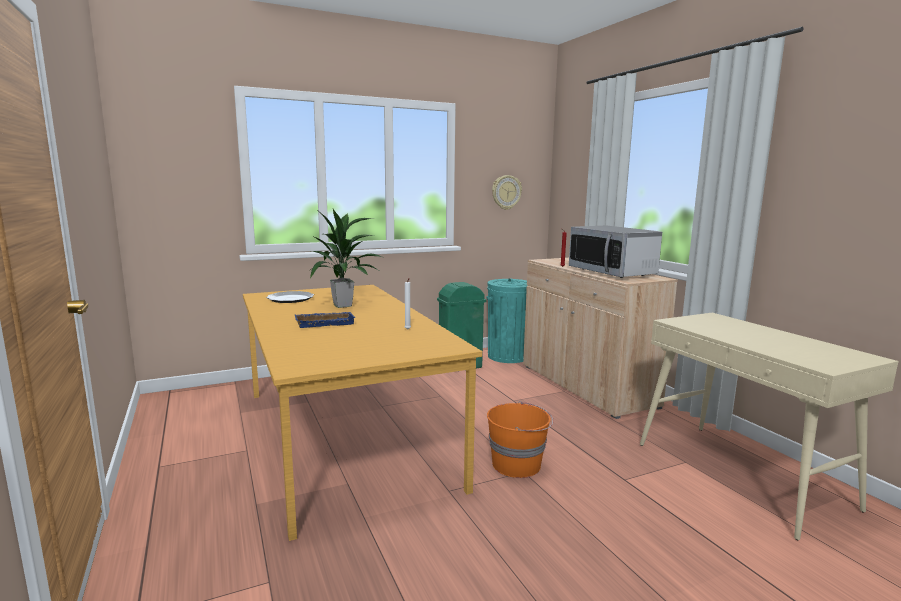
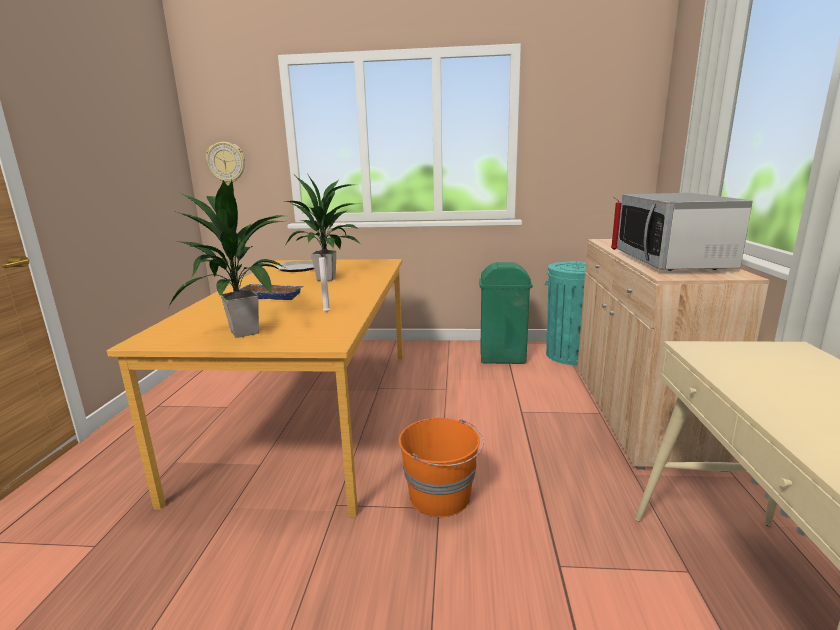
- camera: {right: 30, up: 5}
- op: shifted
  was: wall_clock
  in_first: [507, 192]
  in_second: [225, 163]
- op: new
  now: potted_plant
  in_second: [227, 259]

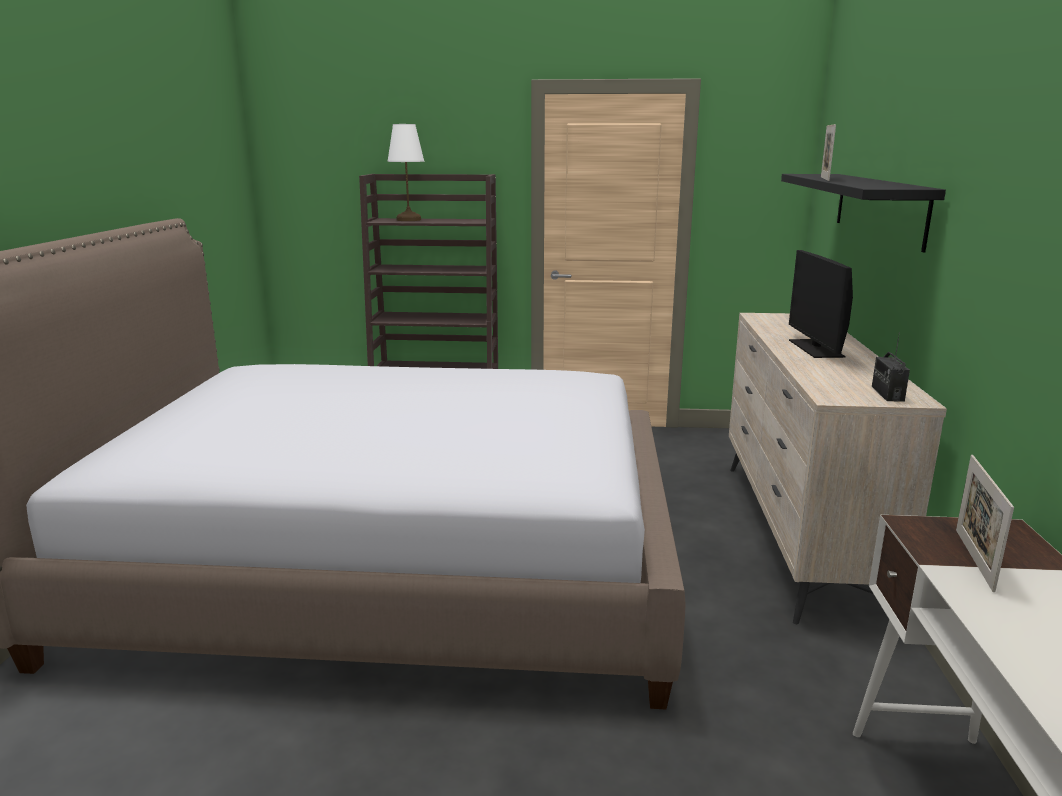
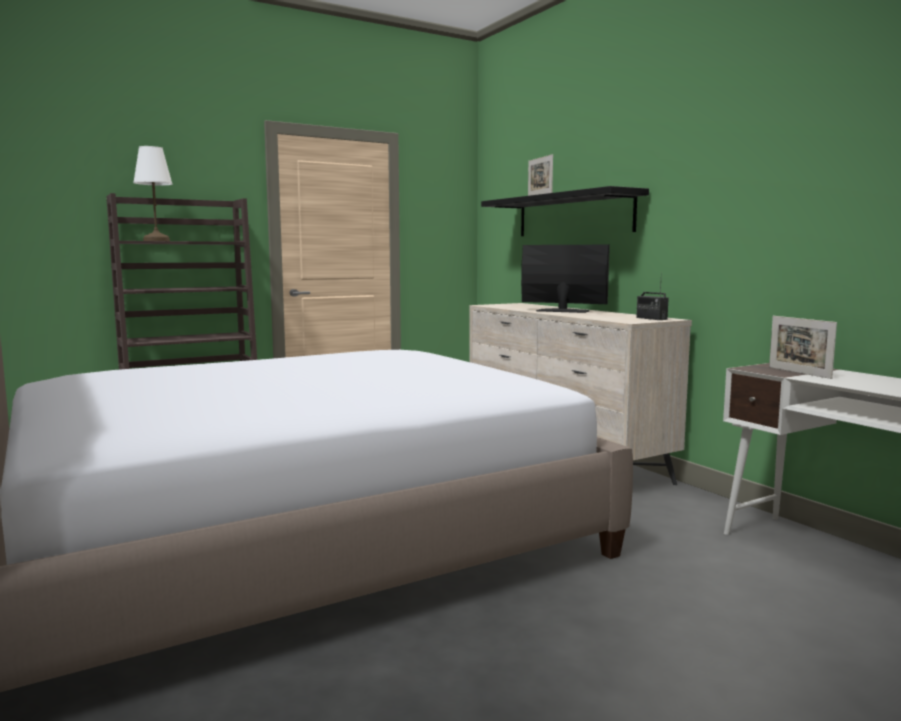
- camera: {right: -35, up: -10}
- op: rotated
  was: monitor
  in_first: [821, 304]
  in_second: [565, 279]
  clockwise: 150

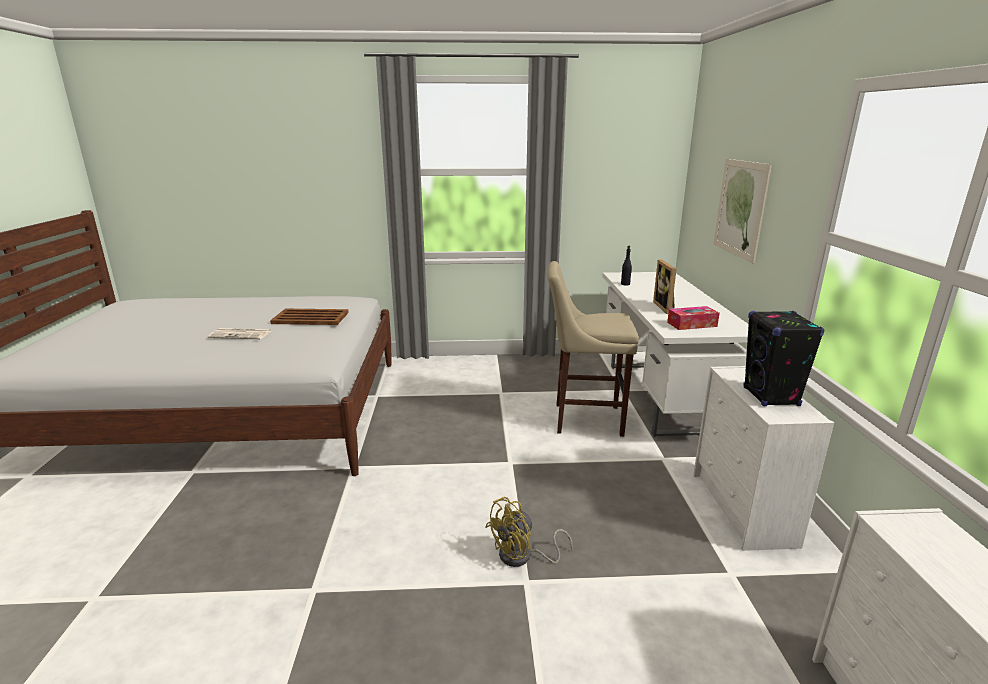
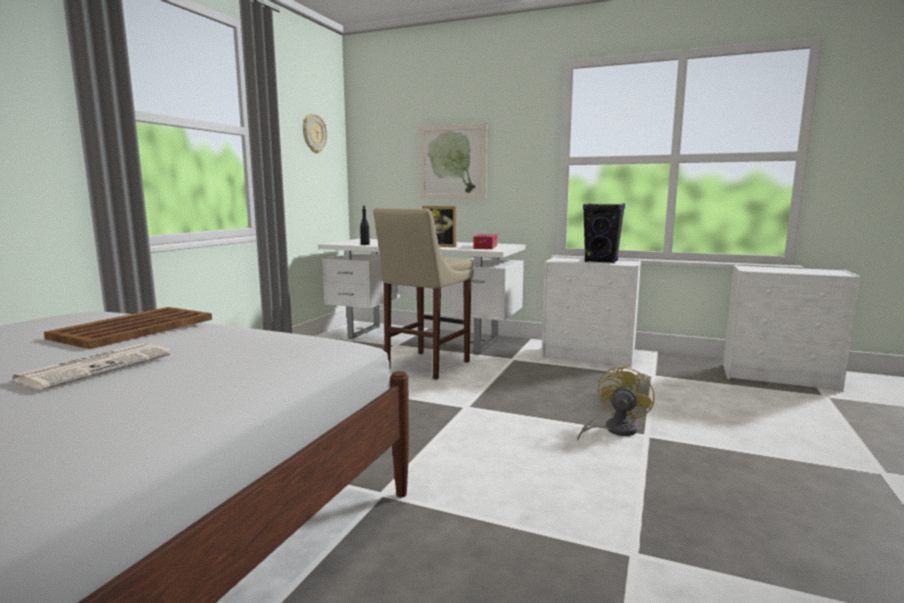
- camera: {right: -65, up: -10}
- op: rotated
  was: yellow_fan
  in_first: [529, 532]
  in_second: [616, 402]
  clockwise: -135
- op: new
  now: wall_clock
  in_second: [315, 133]

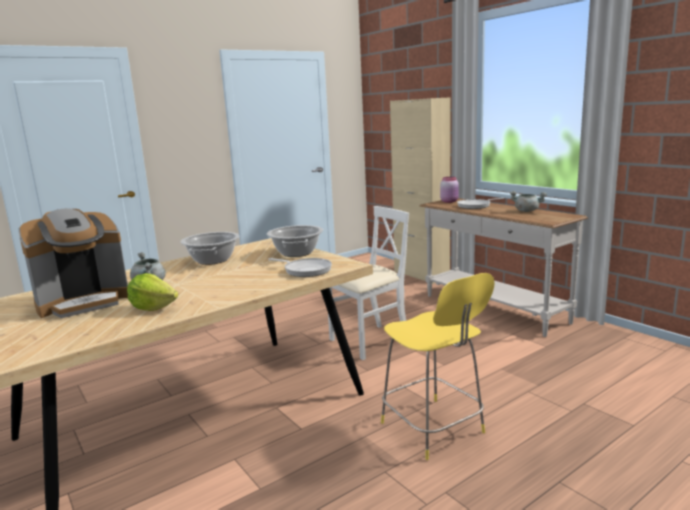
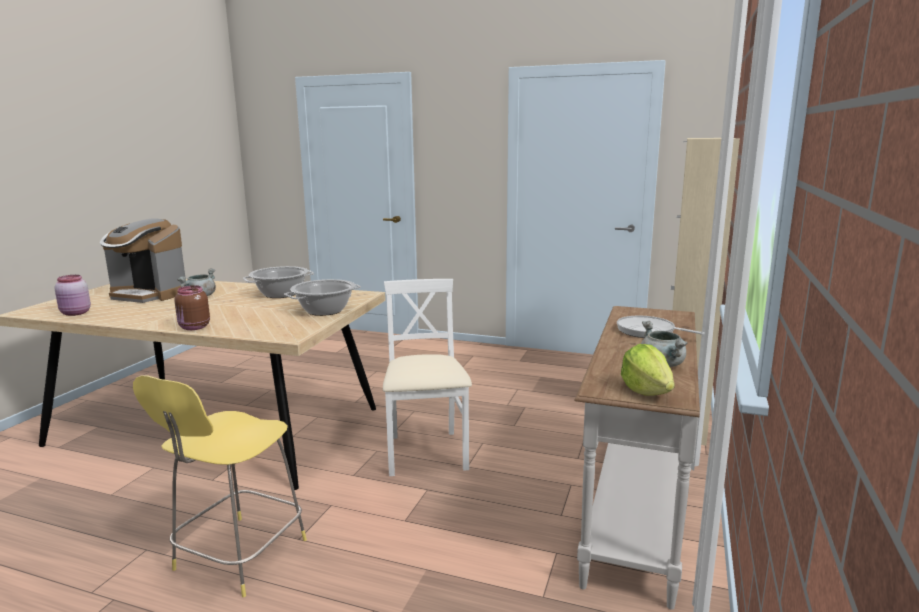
- camera: {right: 55, up: 0}
- op: shifted
  was: pink_jar
  in_first: [449, 190]
  in_second: [72, 295]
- op: rotated
  was: white_chair
  in_first: [368, 283]
  in_second: [427, 377]
  clockwise: -120
- op: gone
  was: frying_pan
  in_first: [300, 267]
- op: shifted
  was: lettuce
  in_first: [152, 292]
  in_second: [648, 370]
- op: new
  now: brown_jar
  in_second: [192, 307]

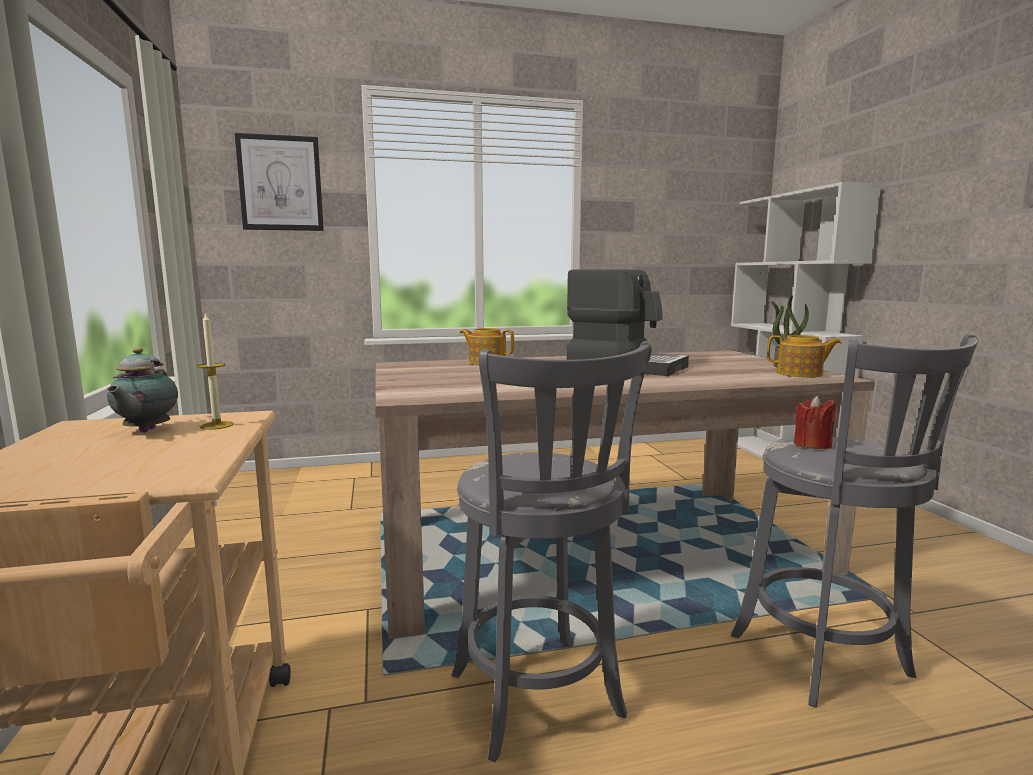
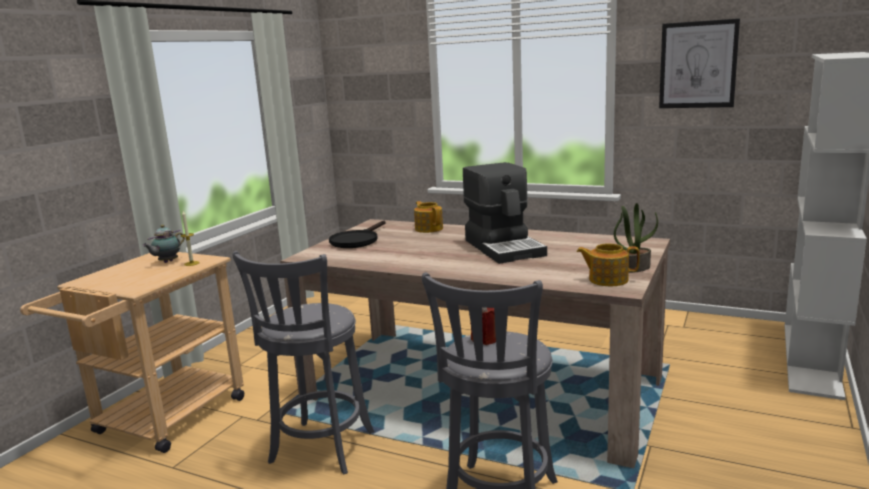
- camera: {right: 40, up: 5}
- op: shifted
  was: picture
  in_first: [279, 182]
  in_second: [699, 63]
- op: rotated
  was: teapot
  in_first: [804, 356]
  in_second: [608, 264]
  clockwise: 135
- op: new
  now: black_frying_pan
  in_second: [357, 234]

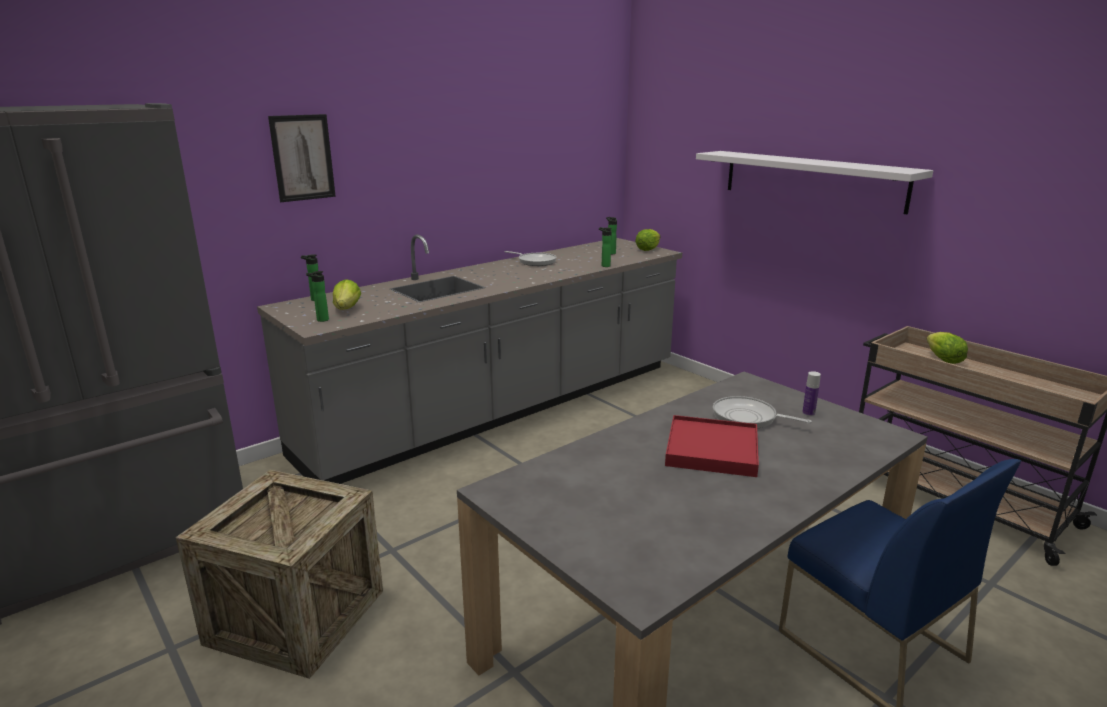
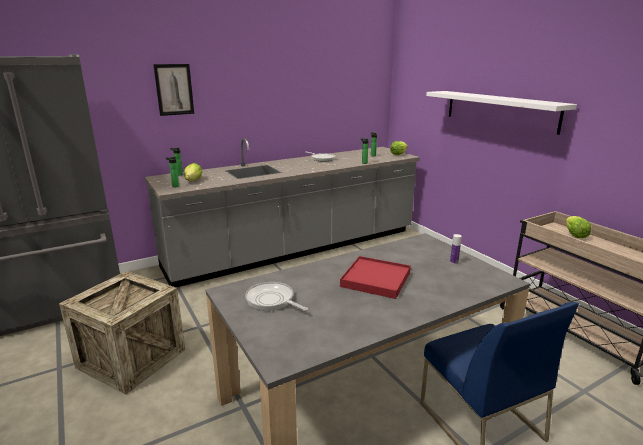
- camera: {right: 10, up: 0}
- op: shifted
  was: frying_pan
  in_first: [762, 412]
  in_second: [276, 296]

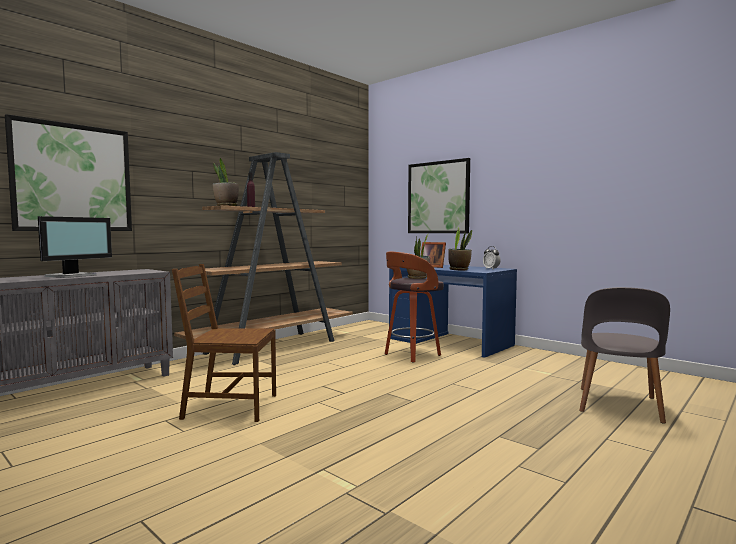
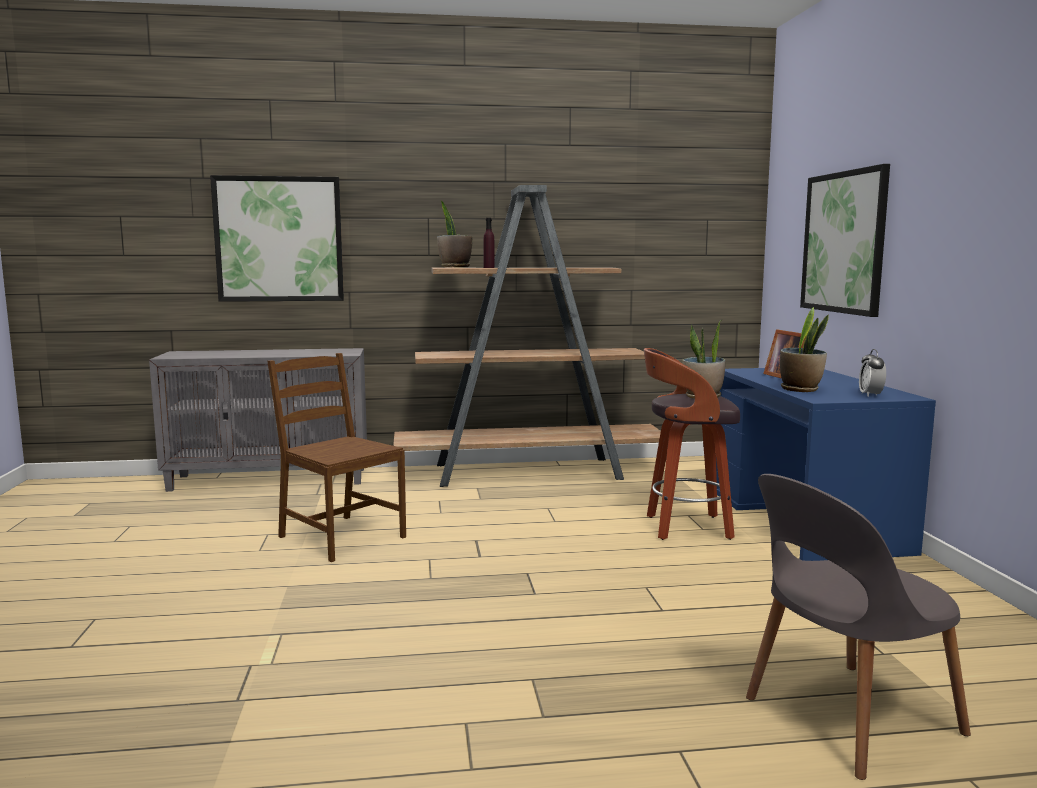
- camera: {right: 40, up: 5}
- op: gone
  was: monitor
  in_first: [75, 247]

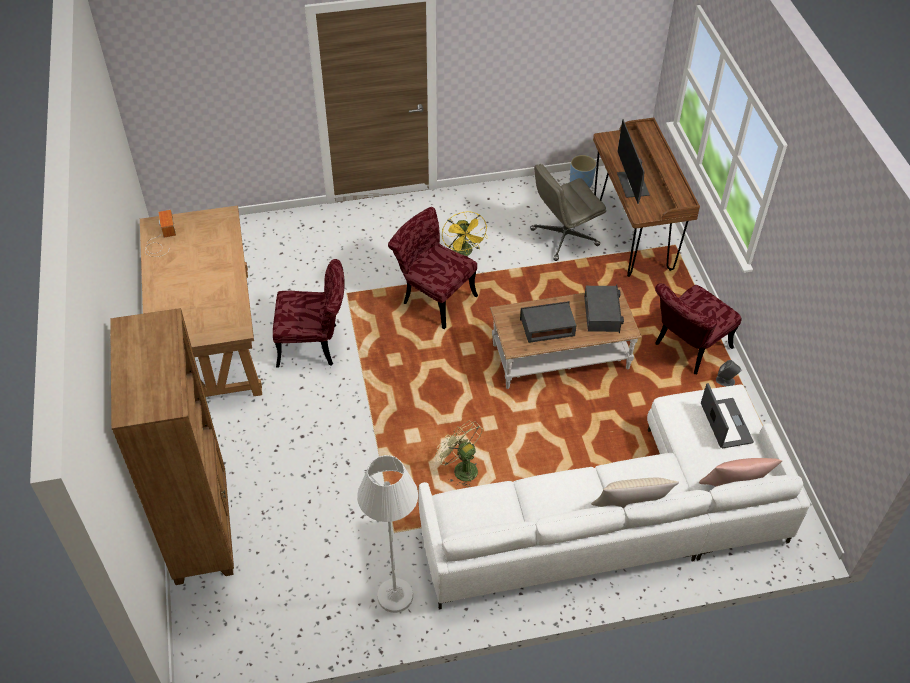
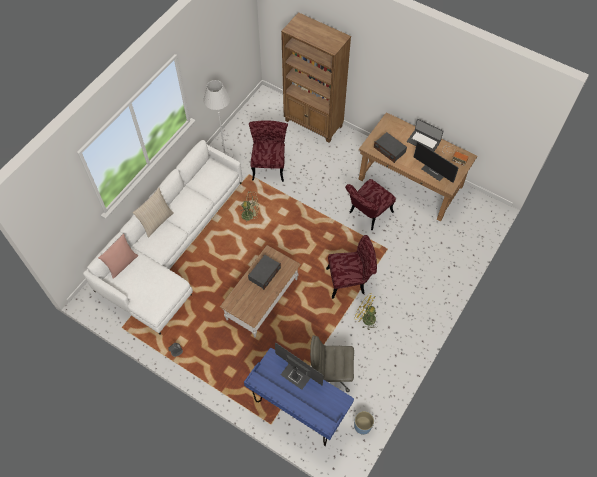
- camera: {right: 135, up: 10}
- op: repainted
  was: brown_desk
  now: blue_desk
  in_first: [646, 197]
  in_second: [299, 397]
- op: rotated
  was: grey_office_chair
  in_first: [568, 212]
  in_second: [332, 363]
  clockwise: -105
- op: shifted
  was: red_chair
  in_first: [698, 328]
  in_second: [268, 151]
- op: shifted
  was: radio
  in_first: [604, 308]
  in_second: [390, 147]
- op: shifted
  was: laptop
  in_first: [727, 416]
  in_second: [425, 135]
- op: new
  now: monitor
  in_second: [436, 162]

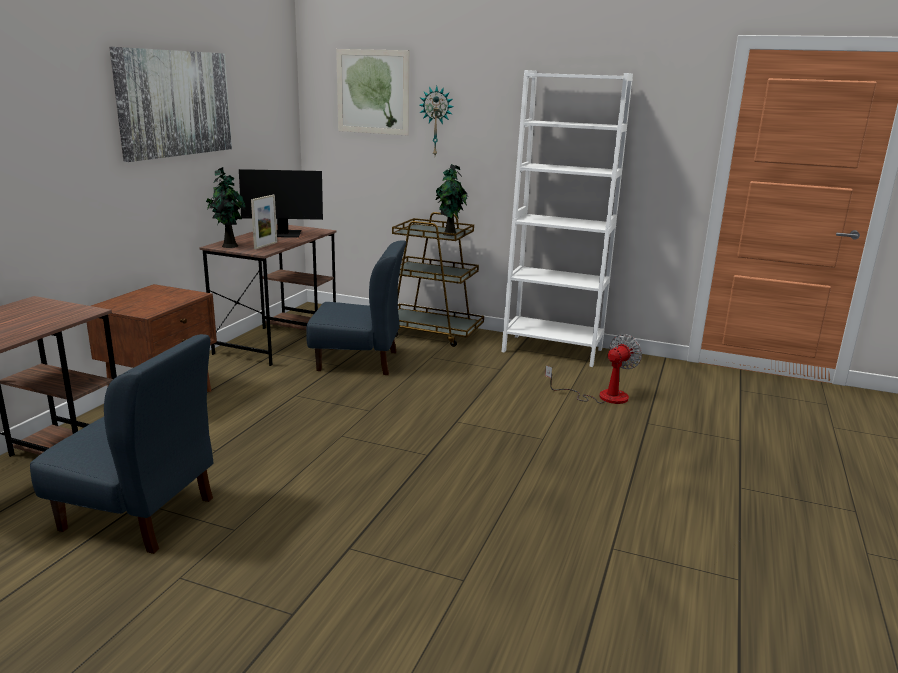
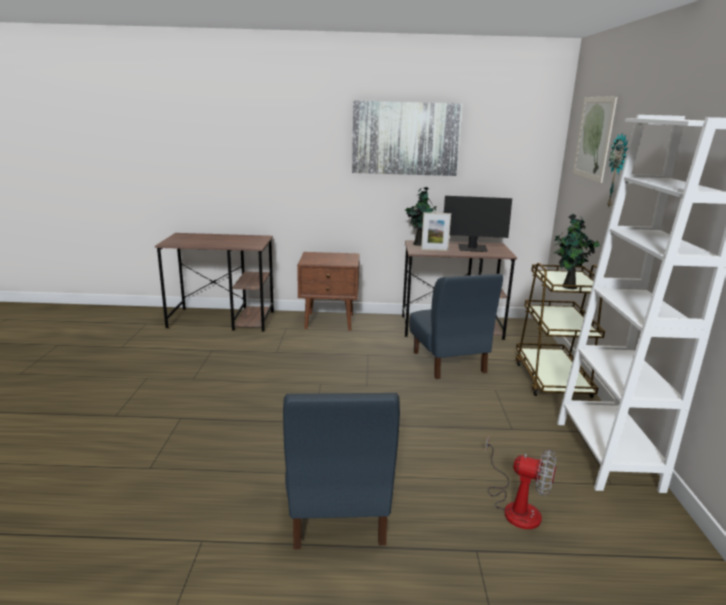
- camera: {right: 70, up: 0}
- op: rotated
  was: monitor
  in_first: [281, 203]
  in_second: [478, 224]
  clockwise: -60
- op: shifted
  was: blue_chair
  in_first: [121, 444]
  in_second: [341, 471]

